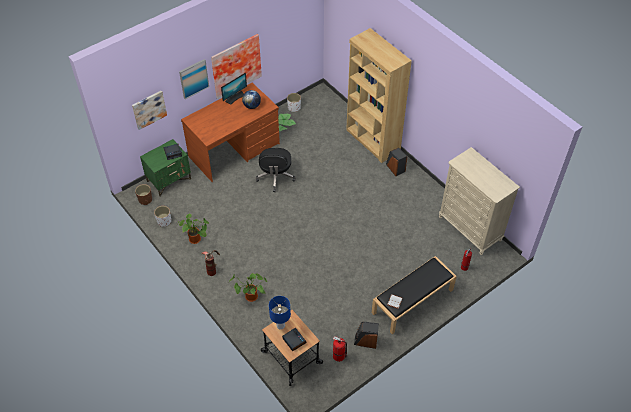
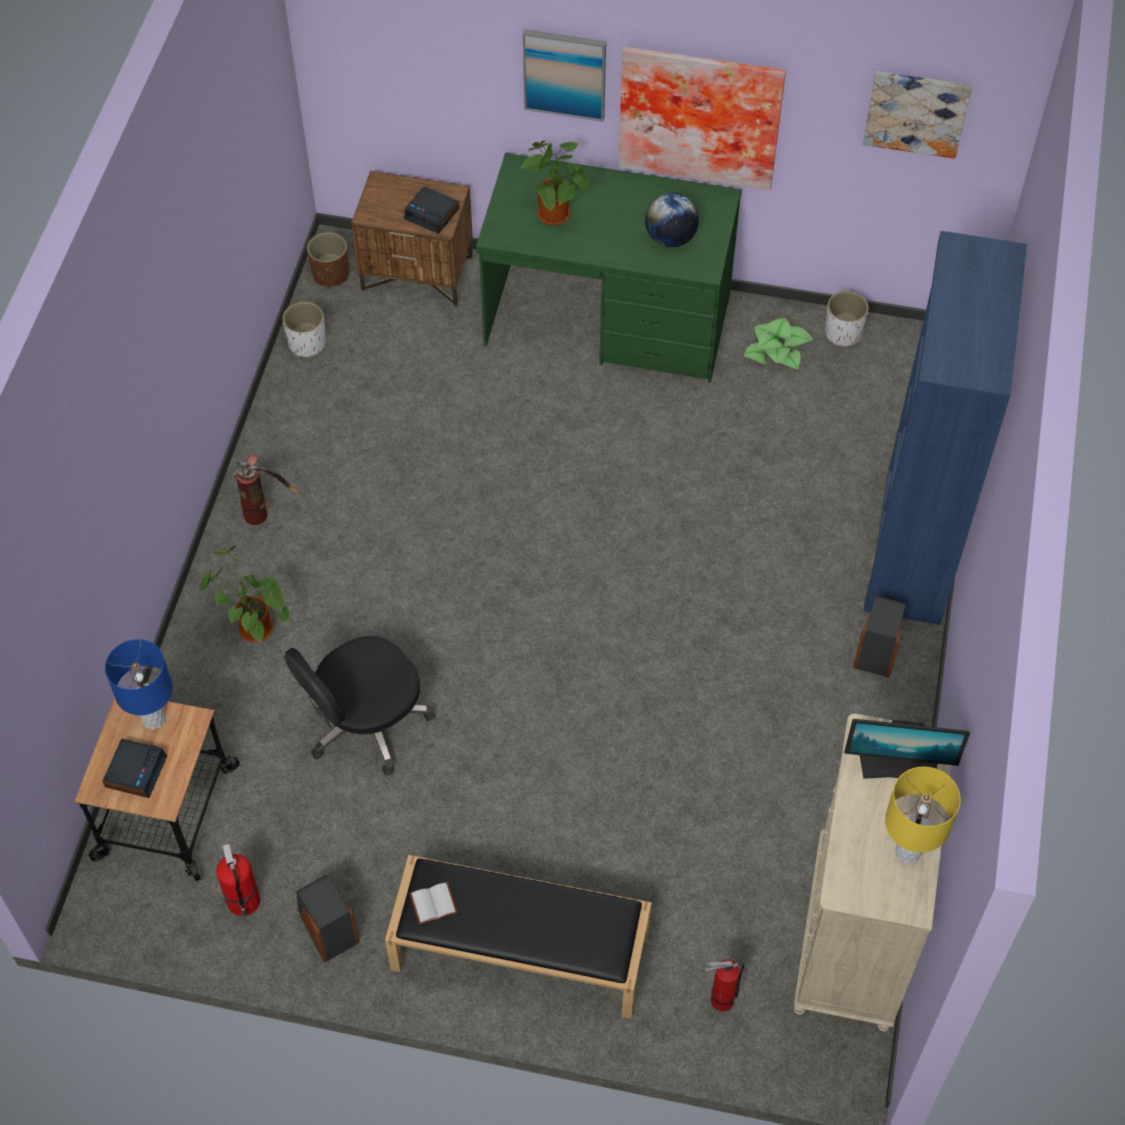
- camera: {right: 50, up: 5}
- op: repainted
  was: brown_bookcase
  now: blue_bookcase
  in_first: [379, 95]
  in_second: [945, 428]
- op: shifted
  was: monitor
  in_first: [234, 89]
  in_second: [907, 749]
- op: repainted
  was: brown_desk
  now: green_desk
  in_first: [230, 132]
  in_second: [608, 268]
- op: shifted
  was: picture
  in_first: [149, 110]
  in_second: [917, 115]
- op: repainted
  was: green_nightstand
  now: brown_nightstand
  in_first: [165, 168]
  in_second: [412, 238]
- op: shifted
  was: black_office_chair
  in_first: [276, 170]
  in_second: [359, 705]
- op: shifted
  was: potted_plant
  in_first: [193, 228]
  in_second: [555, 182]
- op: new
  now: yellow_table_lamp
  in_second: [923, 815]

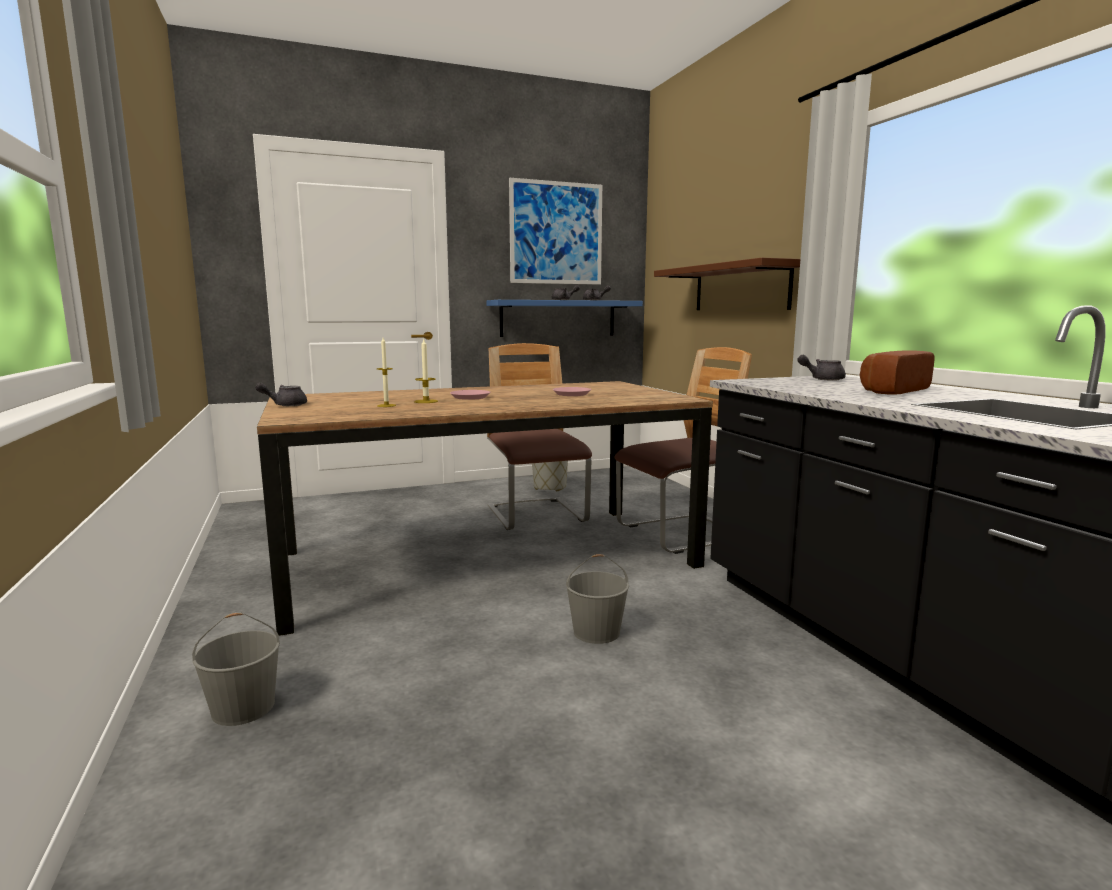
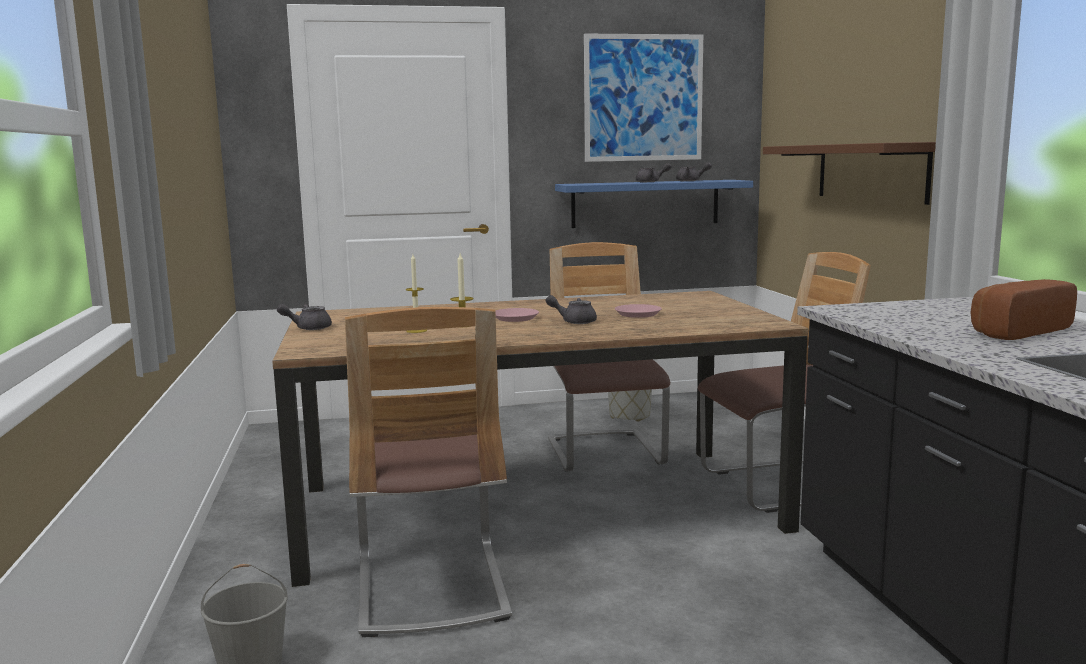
- camera: {right: 10, up: 0}
- op: shifted
  was: grey_teapot
  in_first: [821, 368]
  in_second: [571, 309]
- op: gone
  was: grey_bucket
  in_first: [597, 599]
- op: new
  now: chair
  in_second: [428, 472]

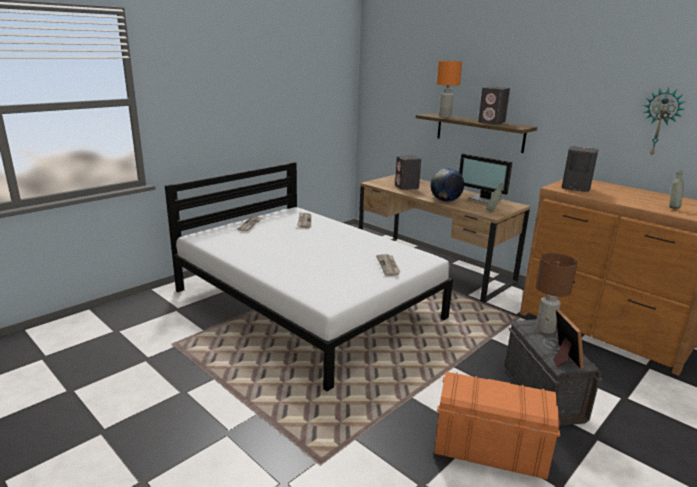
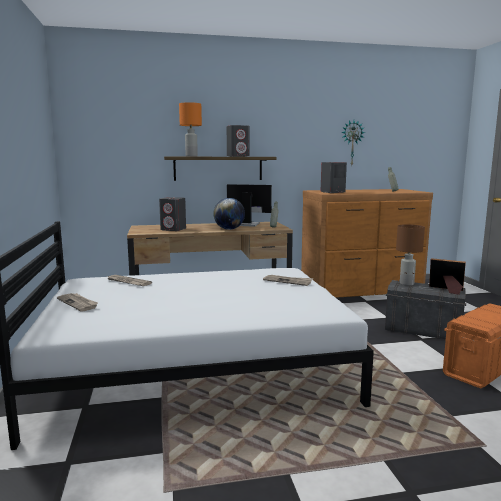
- camera: {right: -55, up: -10}
- op: rotated
  was: monitor
  in_first: [485, 179]
  in_second: [249, 205]
  clockwise: -150

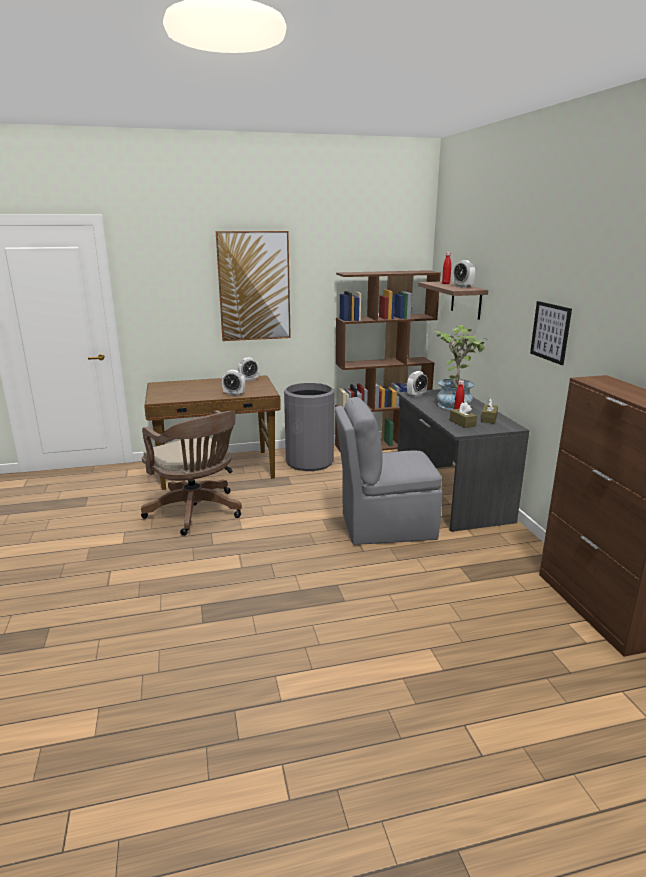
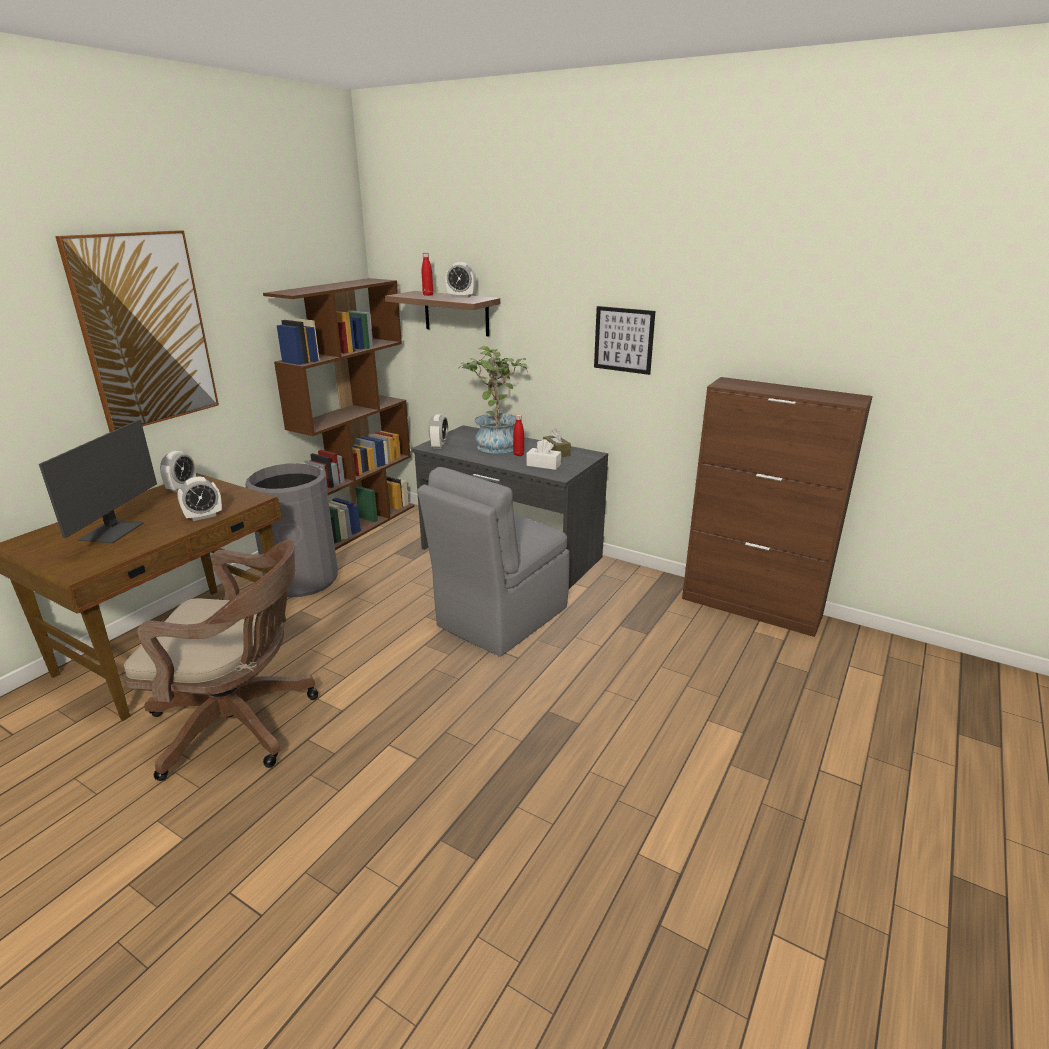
- camera: {right: -45, up: 5}
- op: repainted
  was: brown_tissue_box
  now: white_tissue_box
  in_first: [463, 415]
  in_second: [543, 454]
- op: new
  now: monitor
  in_second: [98, 482]

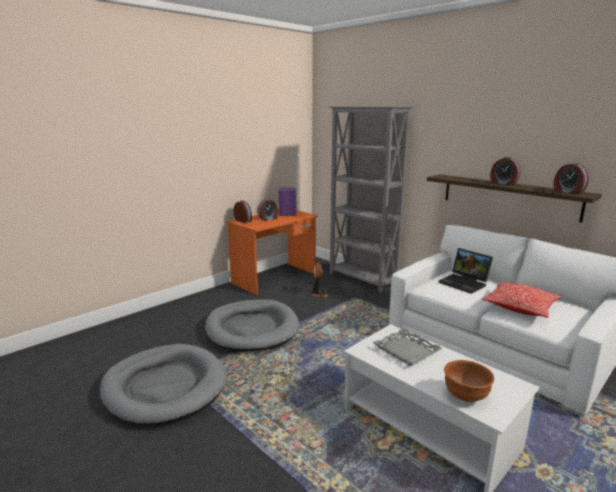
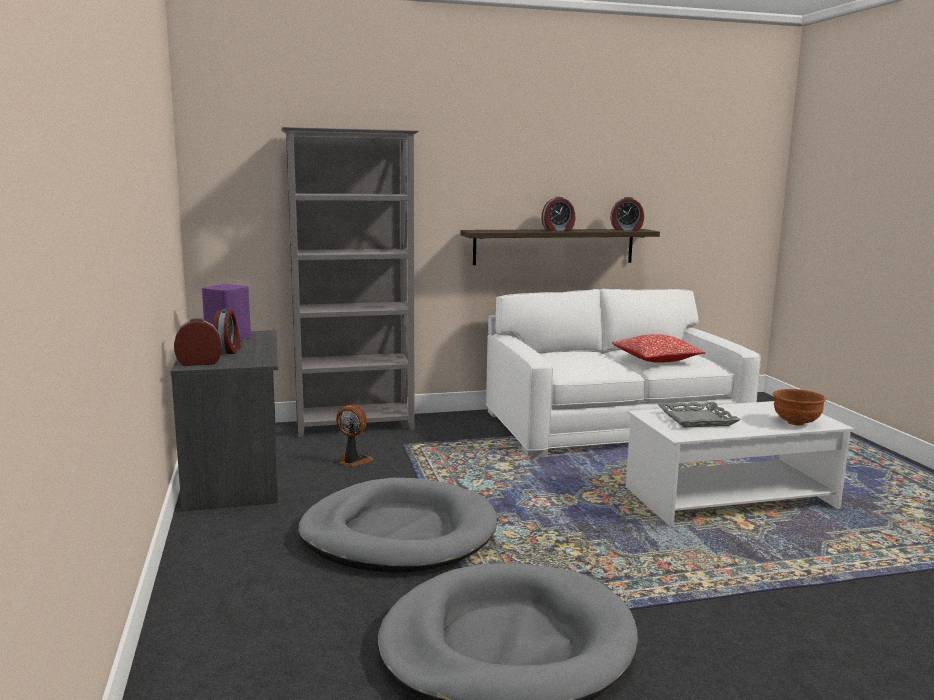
- camera: {right: -60, up: -5}
- op: repainted
  was: orange_desk
  now: grey_desk
  in_first: [272, 252]
  in_second: [224, 420]
- op: gone
  was: laptop
  in_first: [466, 271]

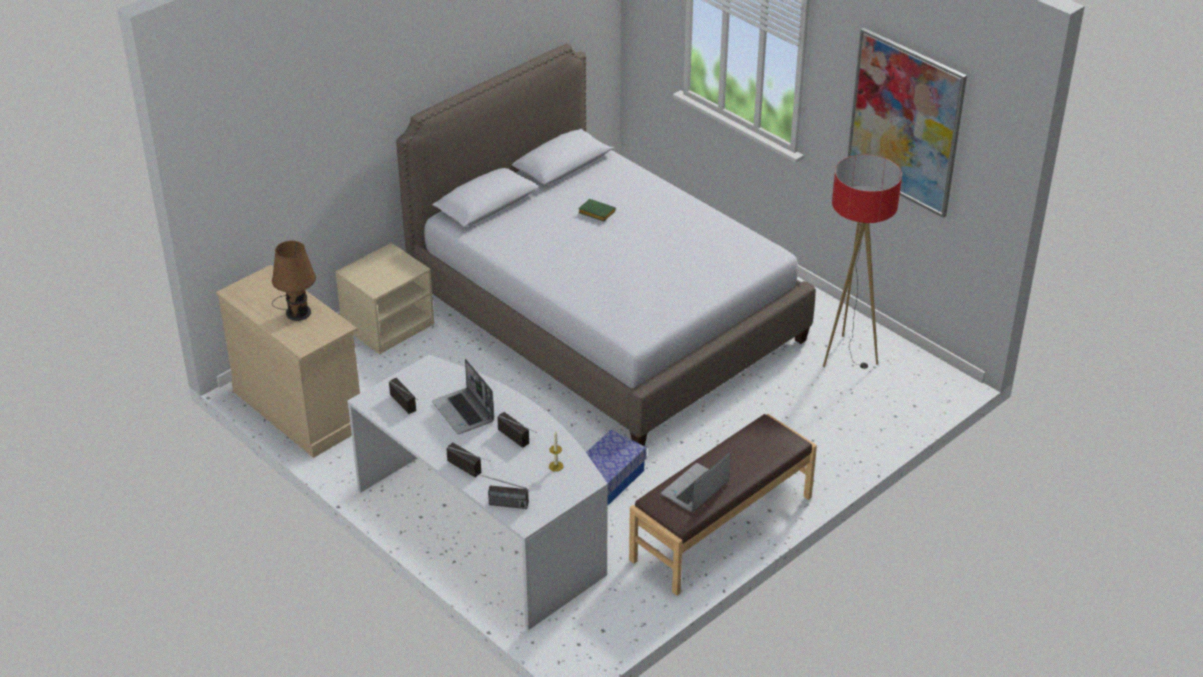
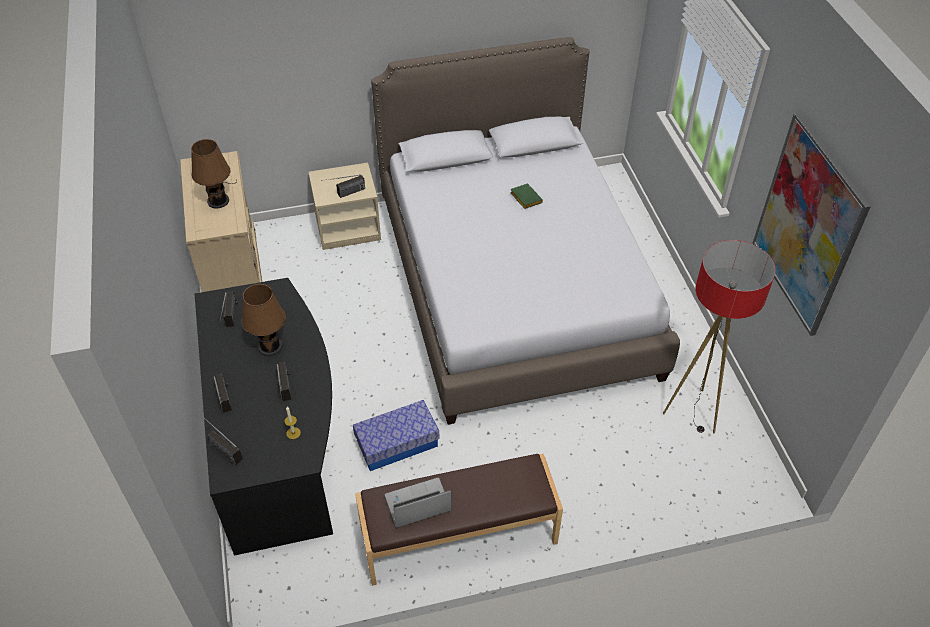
- camera: {right: 30, up: 10}
- op: repainted
  was: white_desk
  now: black_desk
  in_first: [477, 492]
  in_second: [264, 417]
- op: swapped
  was: laptop
  now: brown_table_lamp
  in_first: [463, 396]
  in_second: [262, 320]
- op: new
  now: radio
  in_second: [343, 186]

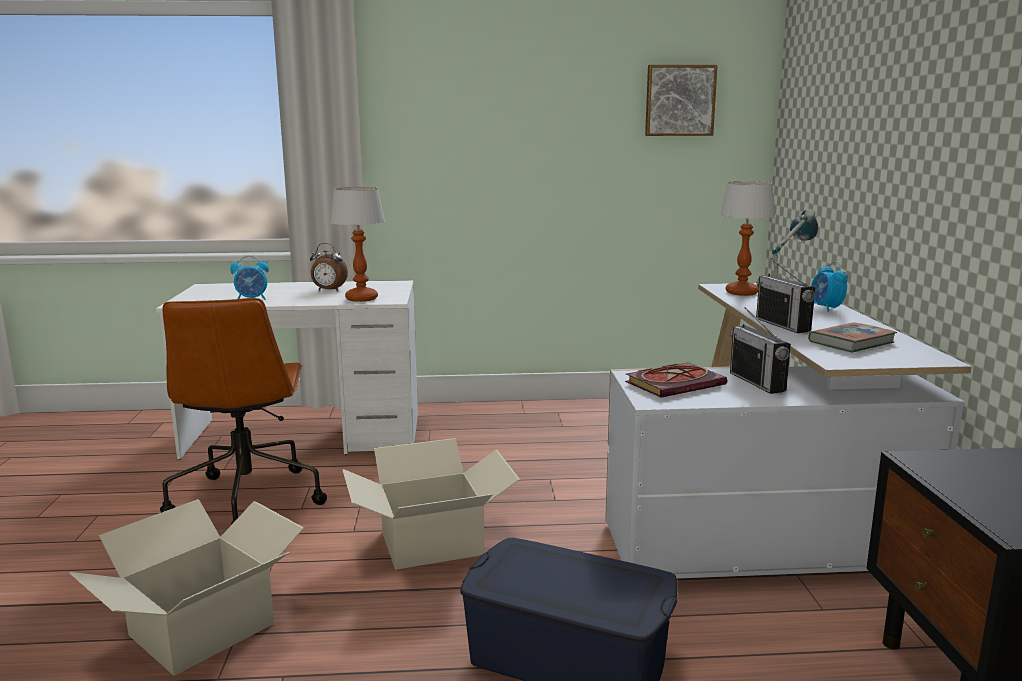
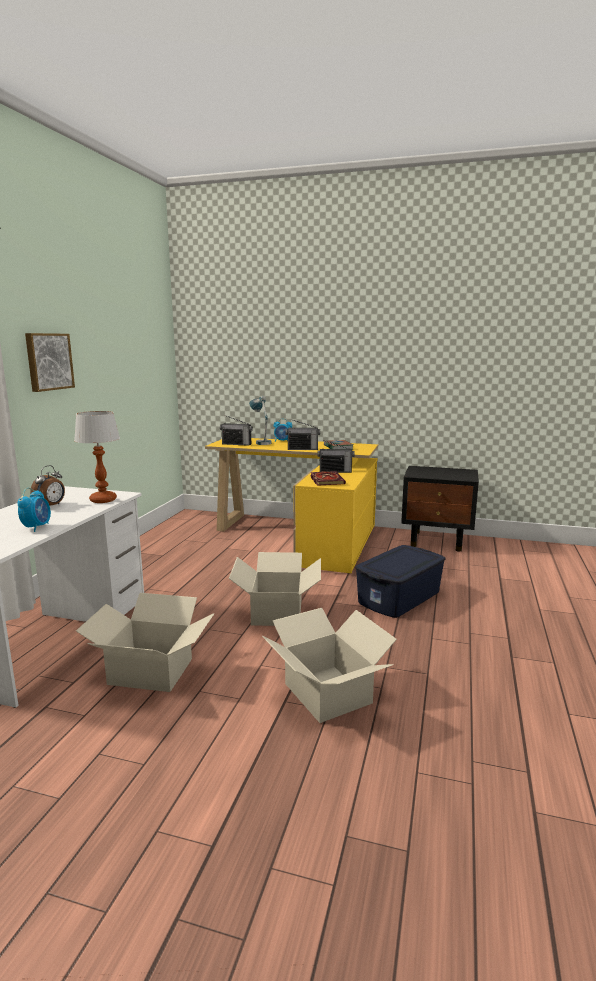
- camera: {right: -70, up: 0}
- op: shifted
  was: picture
  in_first: [681, 100]
  in_second: [50, 362]
- op: swapped
  was: table_lamp
  now: radio
  in_first: [748, 238]
  in_second: [236, 430]
- op: repainted
  was: white_desk
  now: yellow_desk
  in_first: [788, 430]
  in_second: [291, 505]
- op: swapped
  was: brown_office_chair
  now: cardboard_box
  in_first: [243, 411]
  in_second: [145, 642]

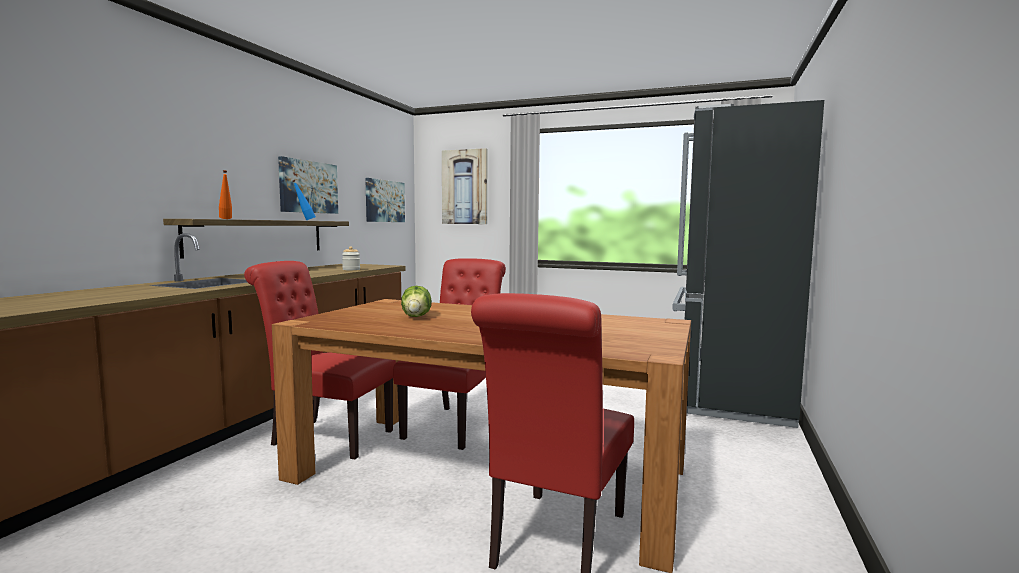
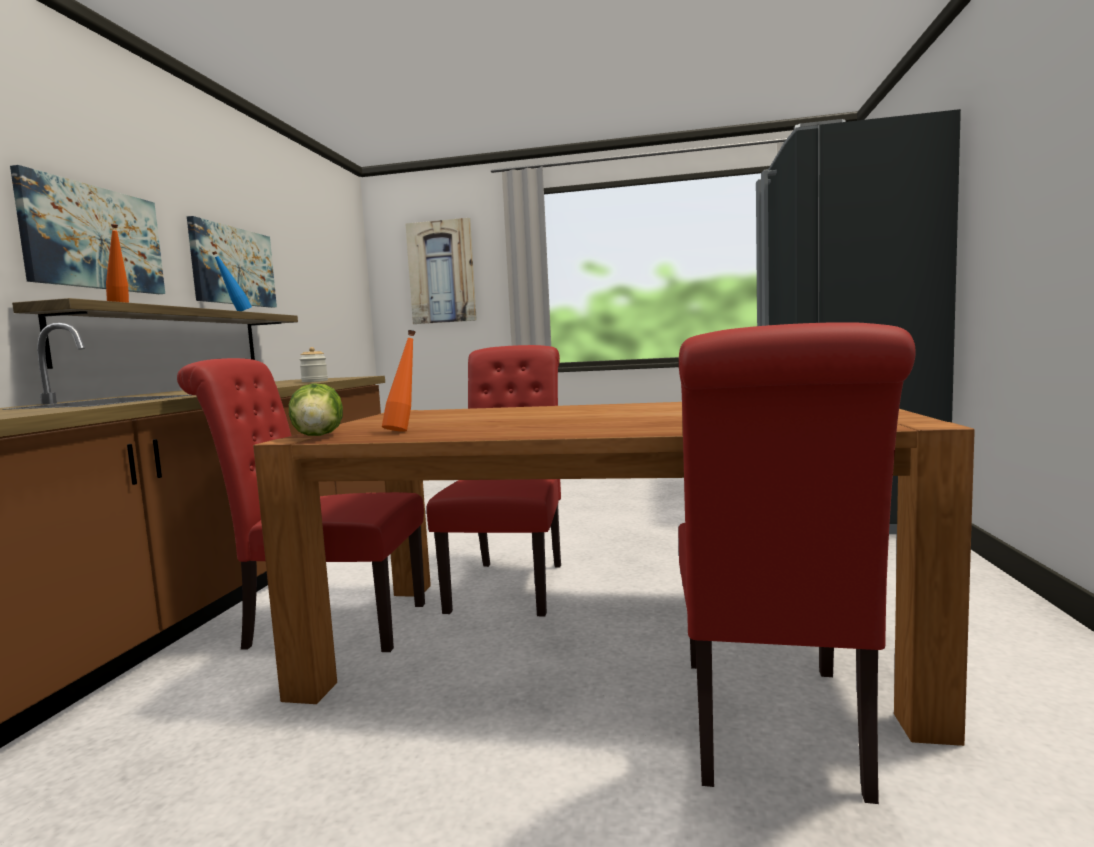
- camera: {right: -10, up: 0}
- op: shifted
  was: picture
  in_first: [385, 200]
  in_second: [87, 229]
- op: shifted
  was: lettuce
  in_first: [416, 301]
  in_second: [316, 409]
- op: new
  now: orange_bottle
  in_second: [398, 381]

